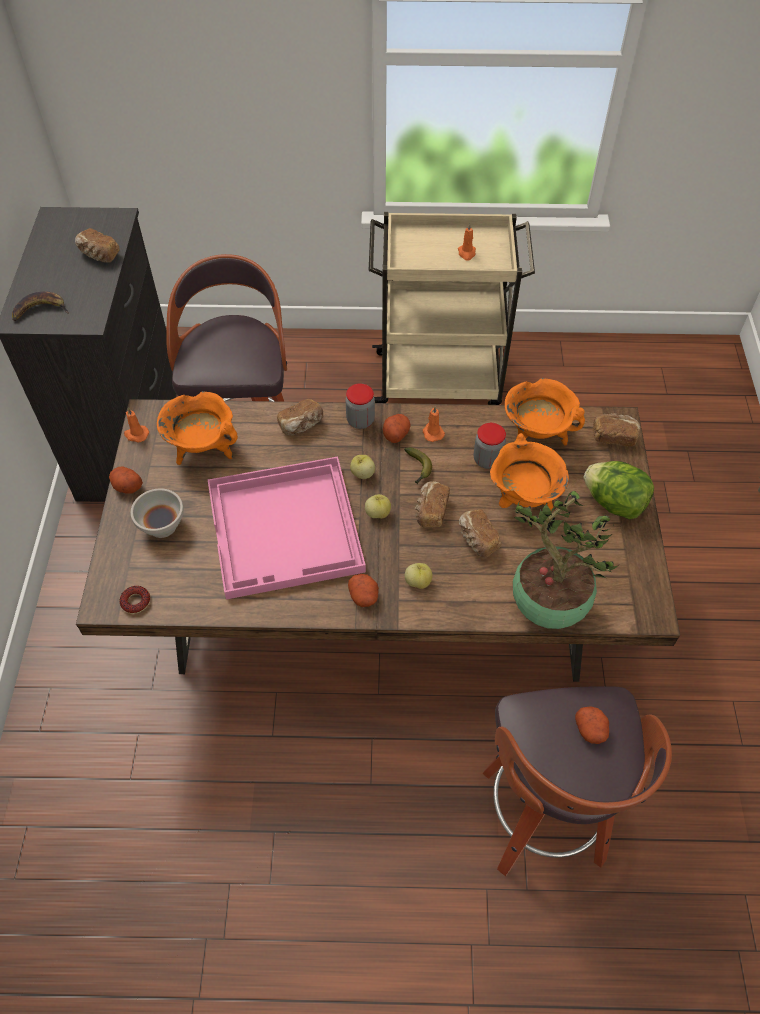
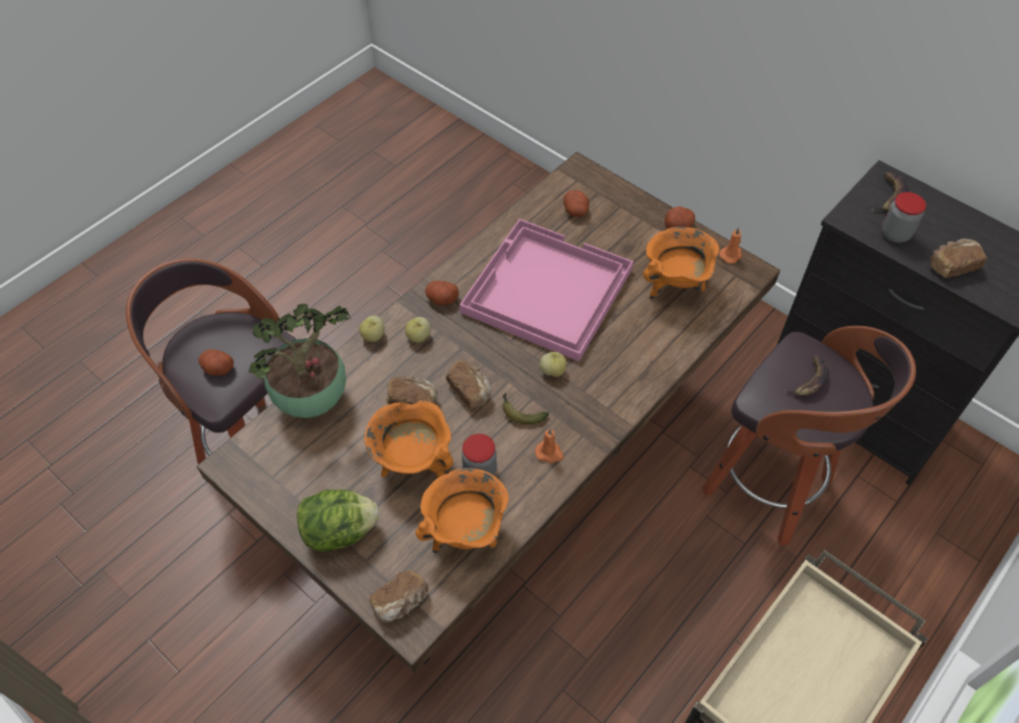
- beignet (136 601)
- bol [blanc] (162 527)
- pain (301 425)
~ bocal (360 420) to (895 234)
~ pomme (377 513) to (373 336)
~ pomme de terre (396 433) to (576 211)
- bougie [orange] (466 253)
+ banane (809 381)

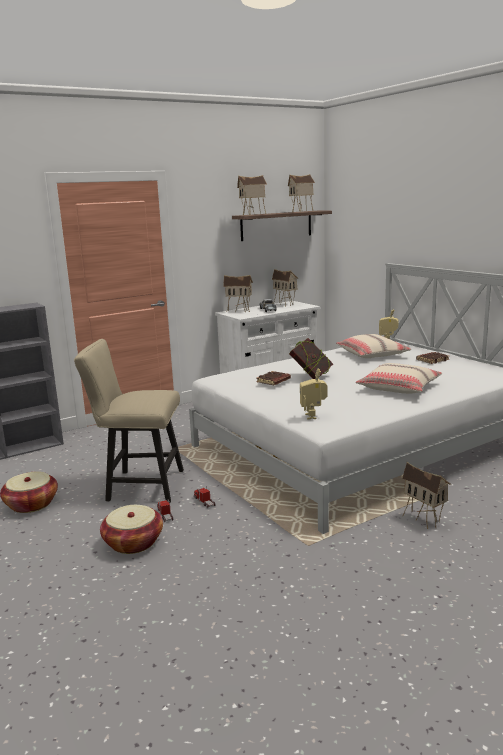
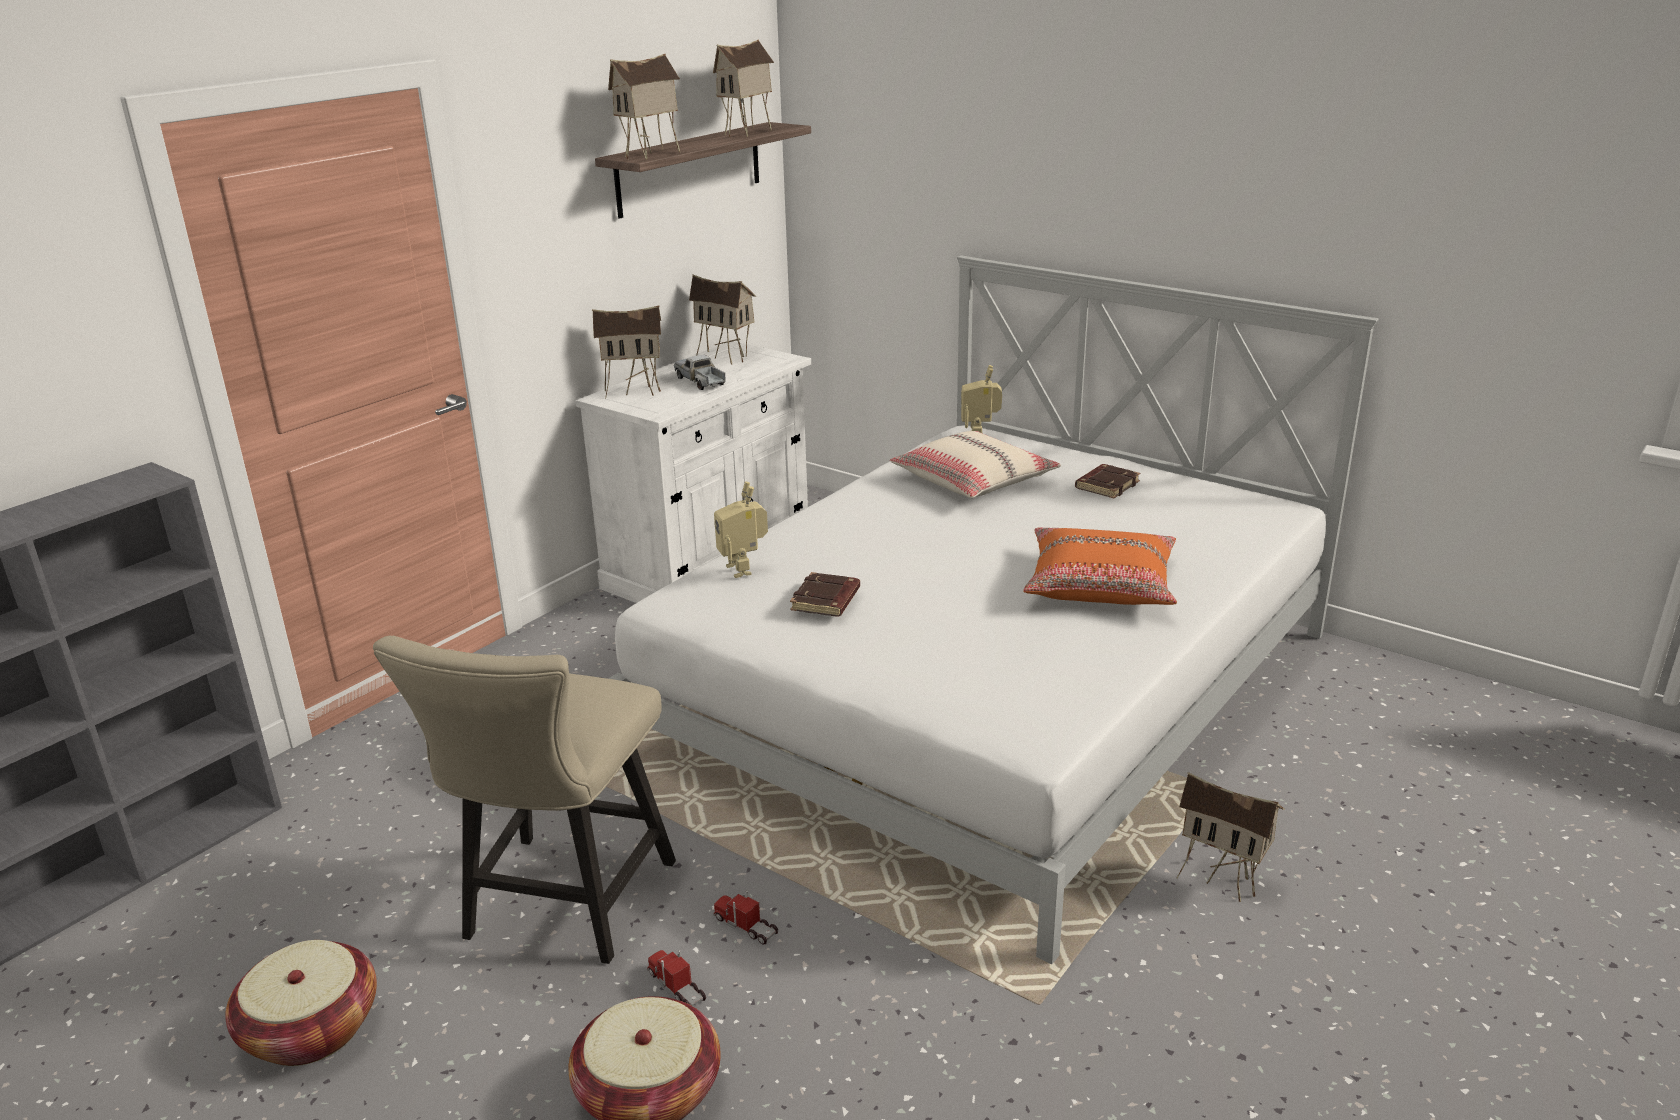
~ chaise [beige] (139 486) = (561 909) 60 degrees counterclockwise
- livre (311 376)
~ robot jouet (313 416) to (744 569)
~ coussin [beige] (399 387) to coussin [orange] (1100 584)

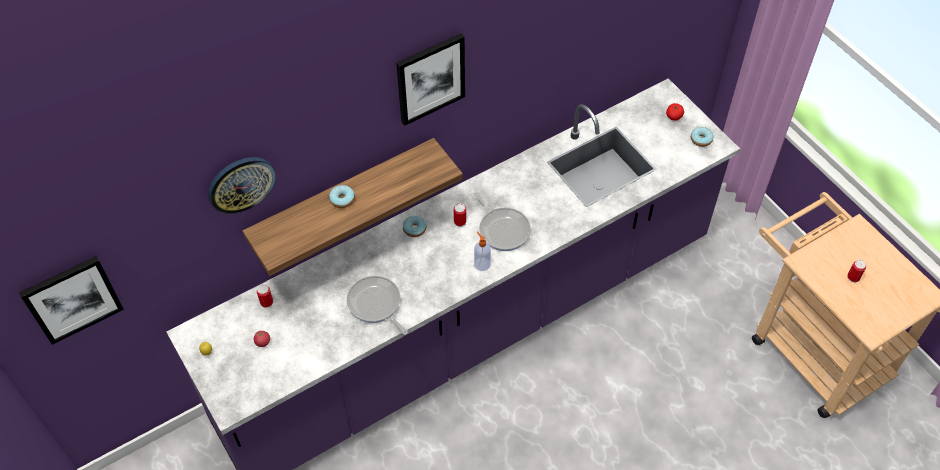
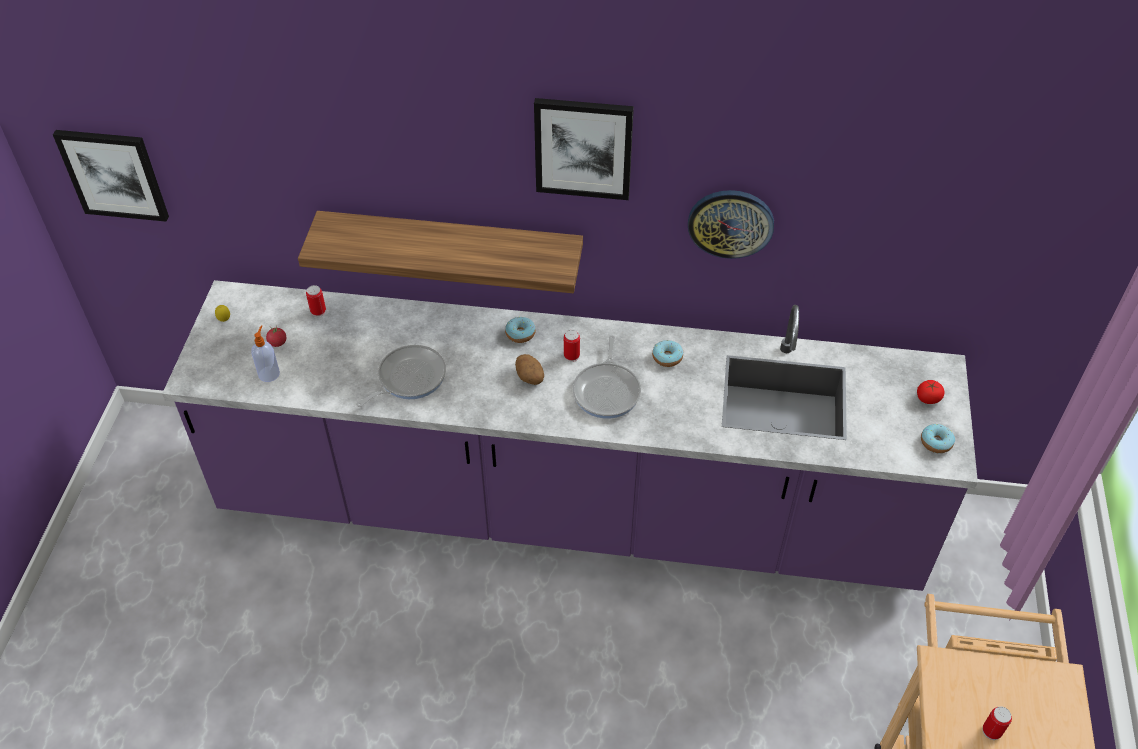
~ horloge murale (241 184) to (730 223)
~ beignet (342 199) to (667 357)
~ poêle (376 305) = (408 378) 45 degrees clockwise
~ distributeur de savon (481 264) to (269 373)
+ pomme de terre (530 378)

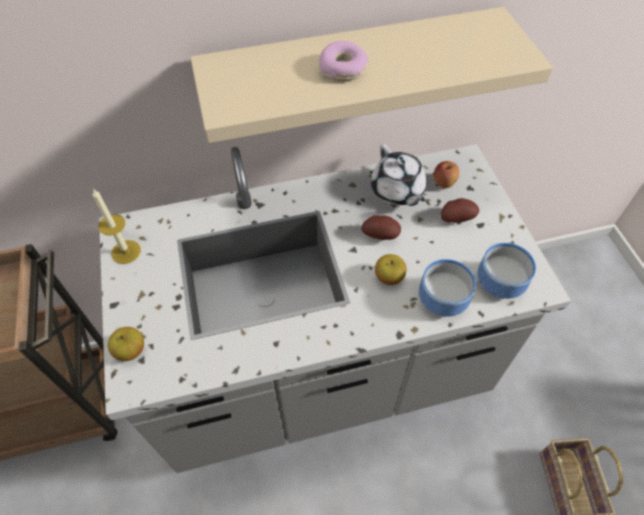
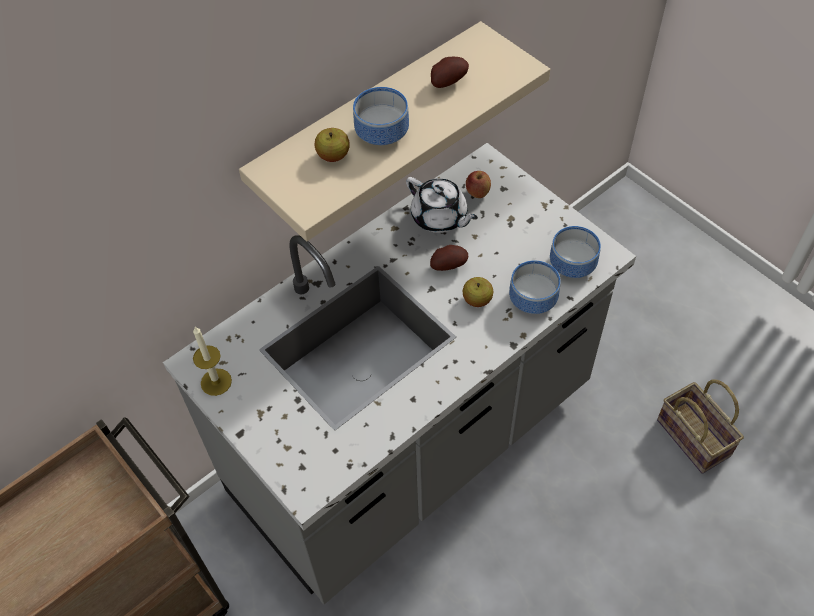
~ pomme (130 350) to (333 156)
~ beignet (343 69) to bol (383 132)
~ pomme de terre (456 218) to (447 82)

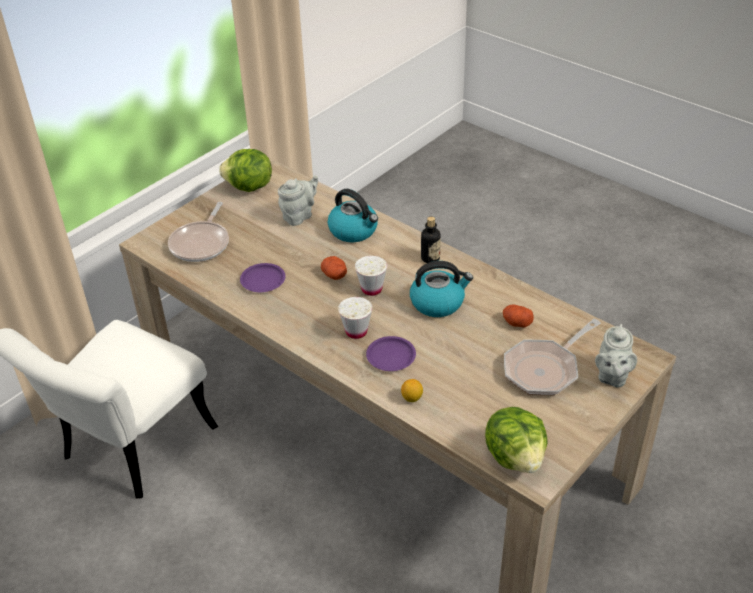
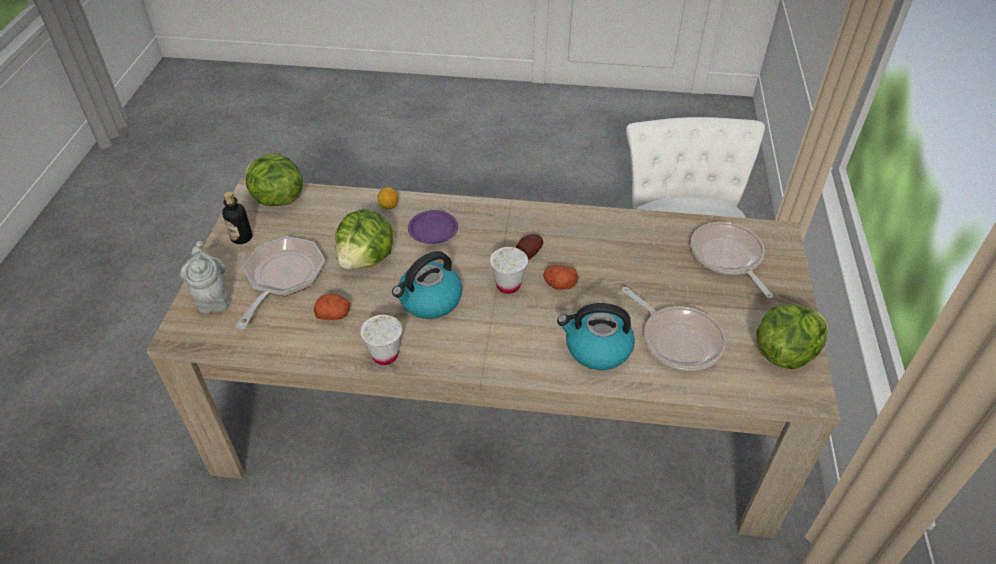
- assiette [violet] (263 280)
~ théière [gris] (299 216) to poêle (678 339)
~ tasse [blanc] (356 332) to (385 355)
~ bouteille (430 258) to (241 237)
+ laitue (367 259)
+ pomme de terre (527 254)

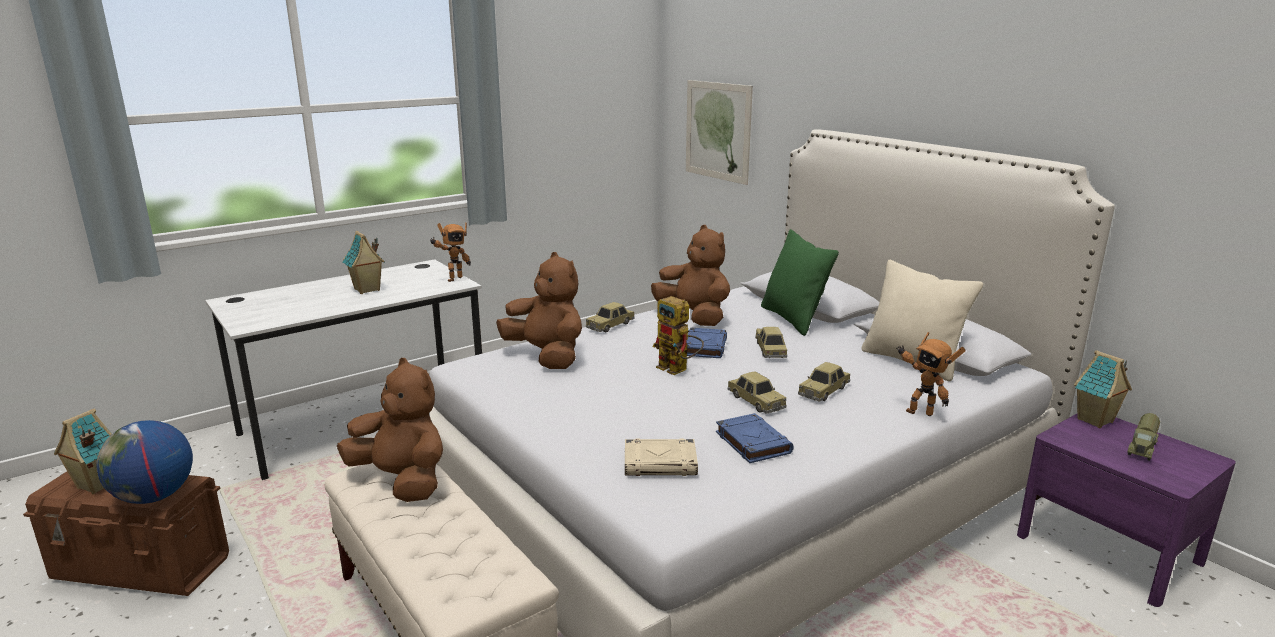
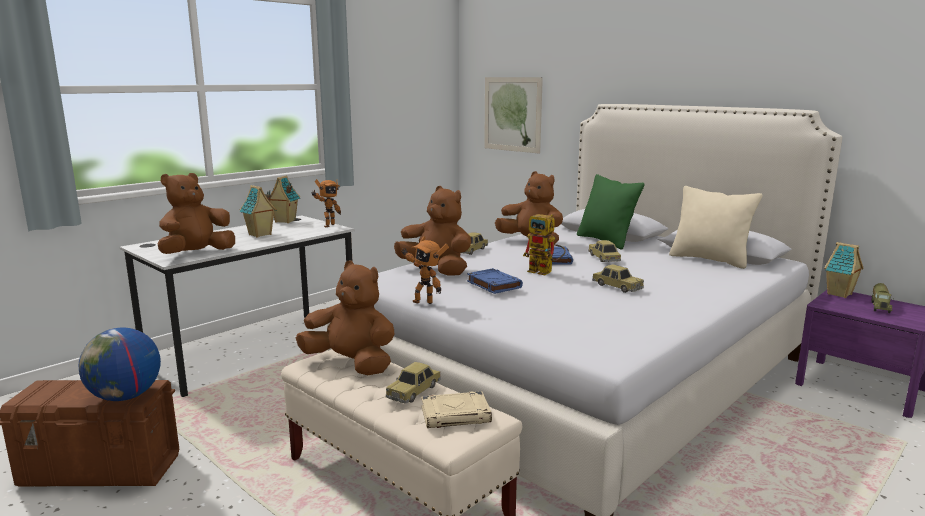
~ maison miniature (96 485) to (284 221)
~ livre [beige] (661 463) to (456 415)
~ livre [bleu] (752 442) to (493 284)
~ petite voiture (824 391) to (414 391)
~ robot jouet (919 412) to (423 301)
+ peluche [marron] (197 254)

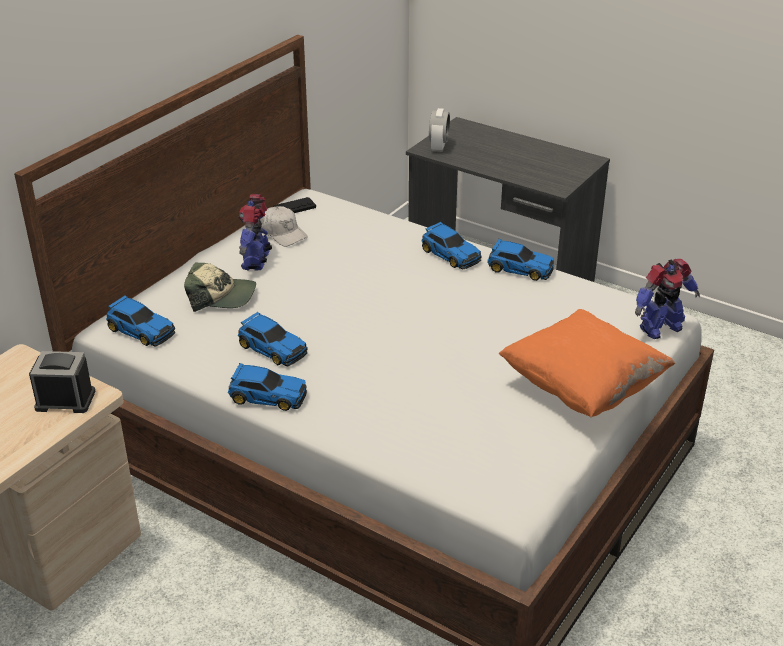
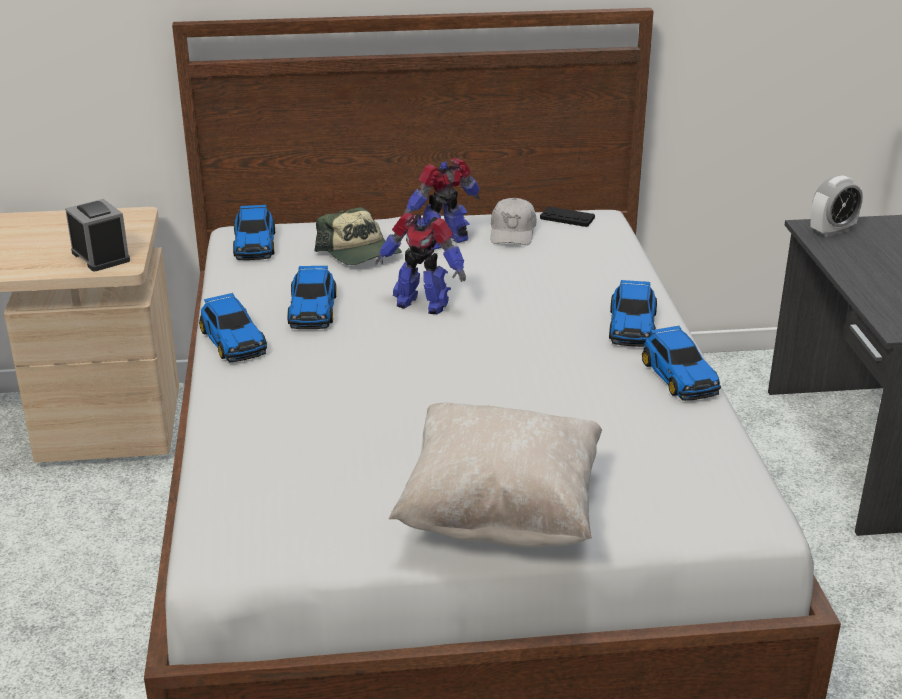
~ coussin [orange] (582 388) to coussin [beige] (501 514)
~ robot jouet (659 328) to (422 303)

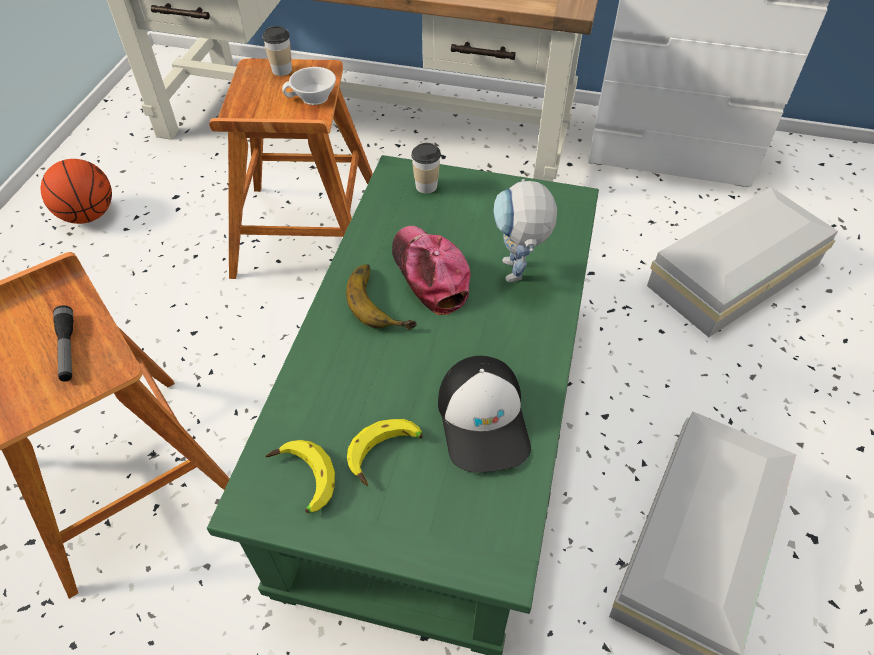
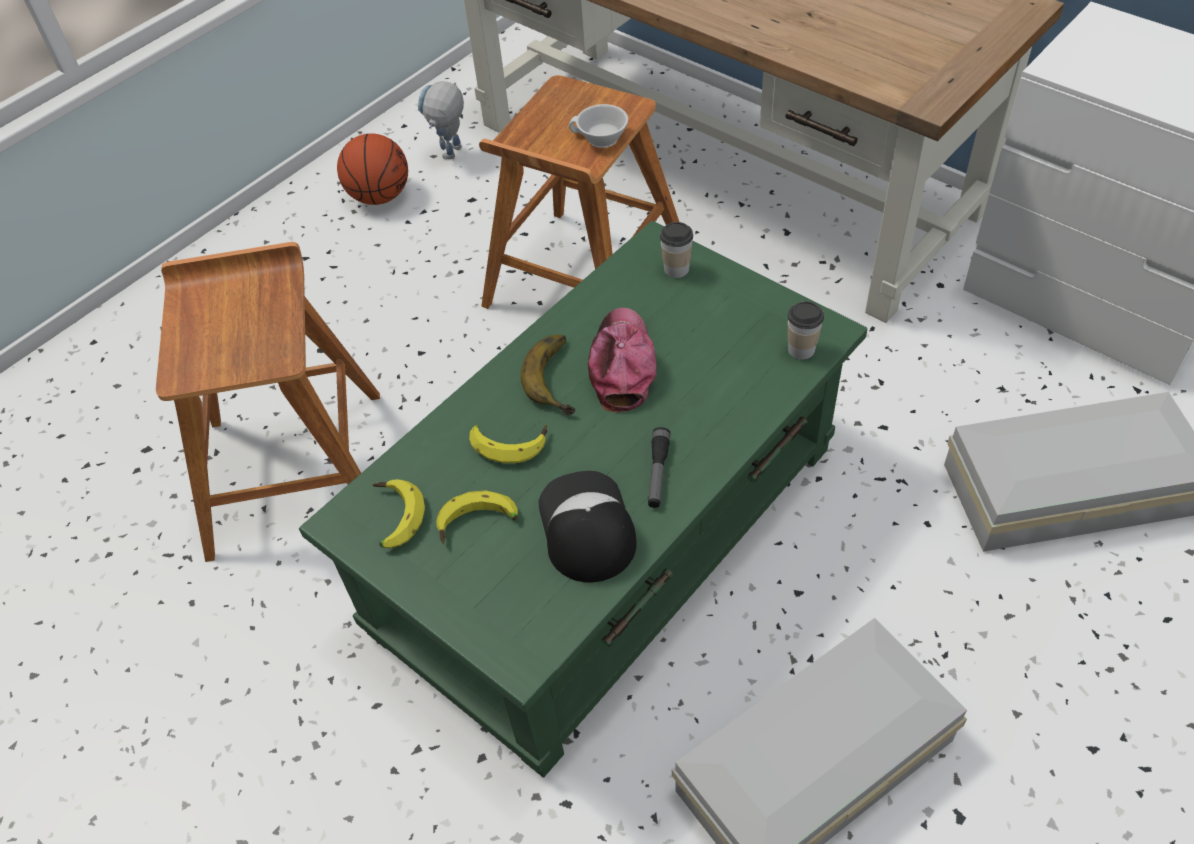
~ lampe de poche (67 348) to (658 473)
~ tasse (282 70) to (801 349)
~ casquette (484 420) = (585 527) 150 degrees clockwise
~ robot jouet (517 277) to (451 157)
+ banane (509 442)

